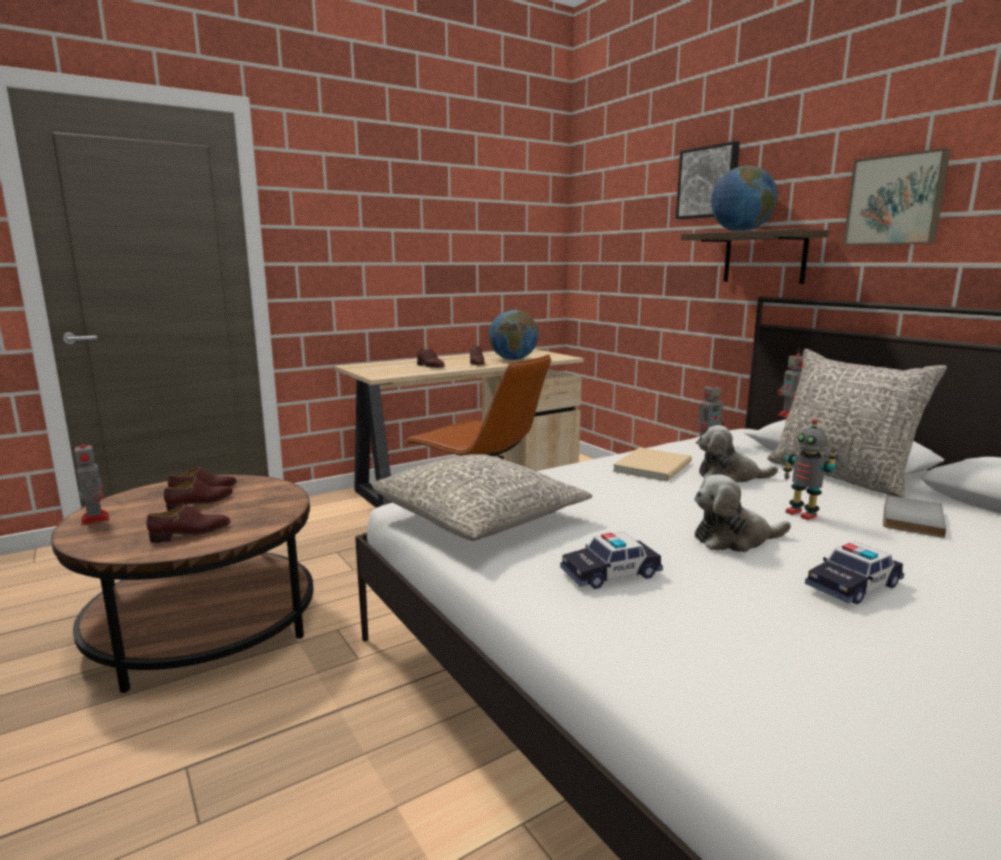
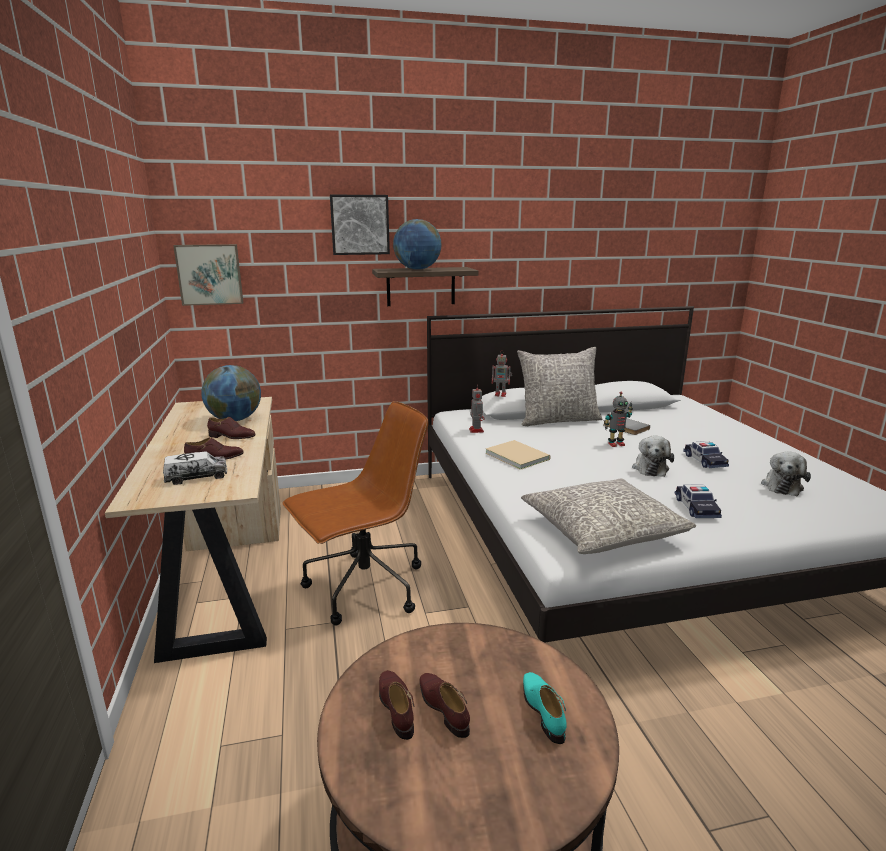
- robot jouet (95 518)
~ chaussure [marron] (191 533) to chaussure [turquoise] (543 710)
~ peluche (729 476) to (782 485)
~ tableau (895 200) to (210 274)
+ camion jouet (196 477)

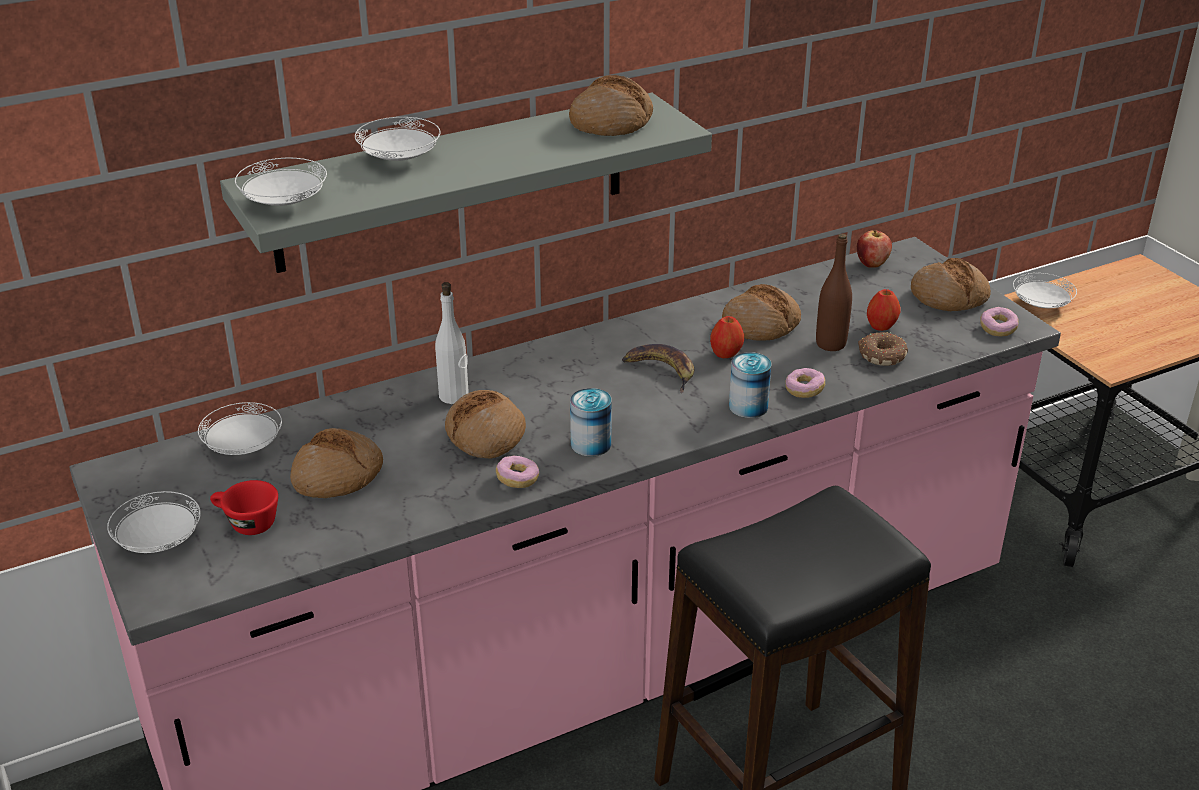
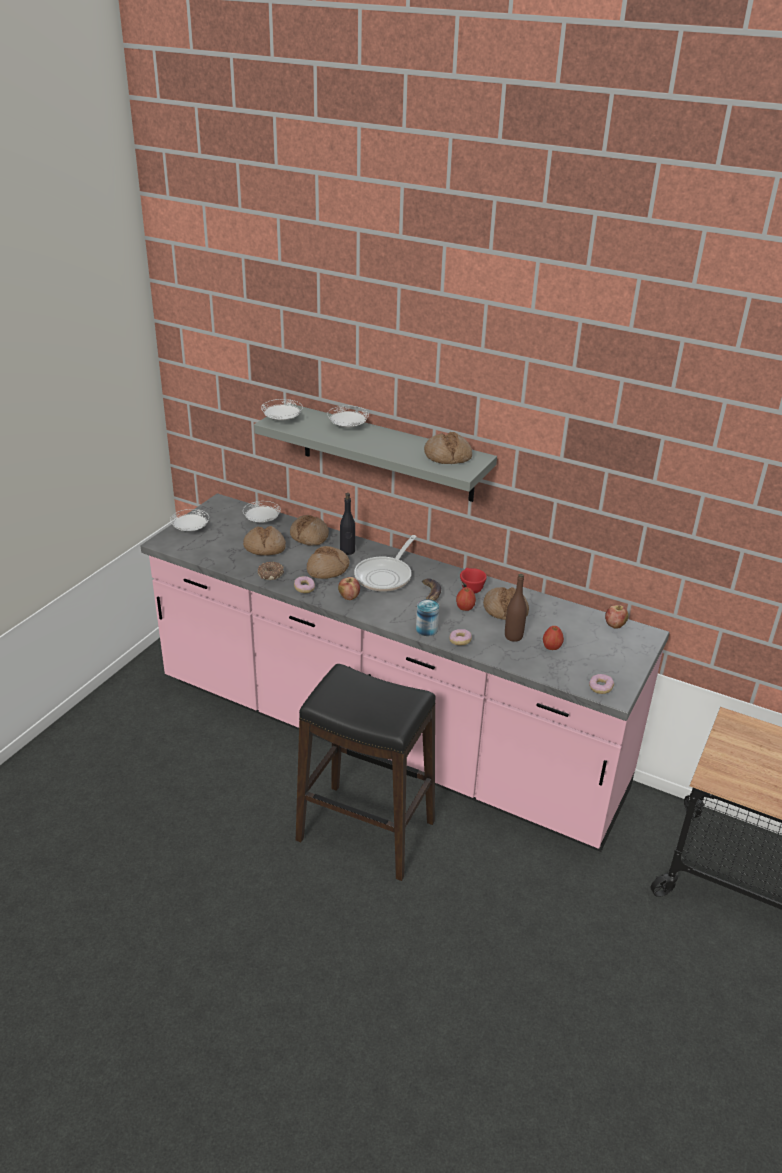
~ tasse [rouge] (246 523) to (470 587)
~ bouteille [blanc] (454 396) to bouteille [noir] (347 551)
~ boîte métallique (591 444) to pomme (349 597)
~ beignet (881 355) to (270 574)
~ pain (949 297) to (309 536)
- assiette [blanc] (1040 305)
+ poêle (385 576)

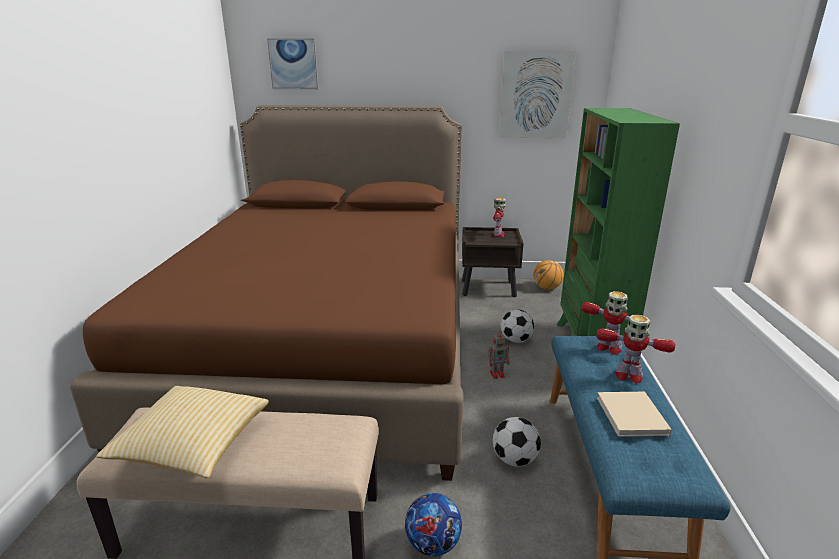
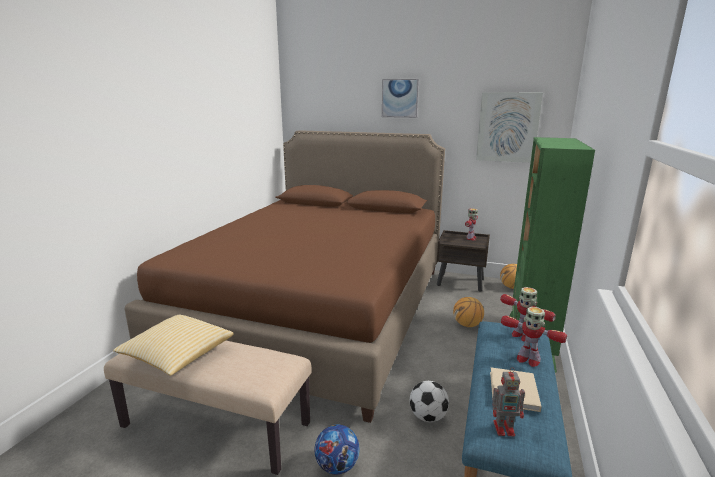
~ tableau (293 64) to (400 98)
~ robot jouet (497 374) to (505 428)
~ ballon de foot (516 340) to ballon de basket (467 325)

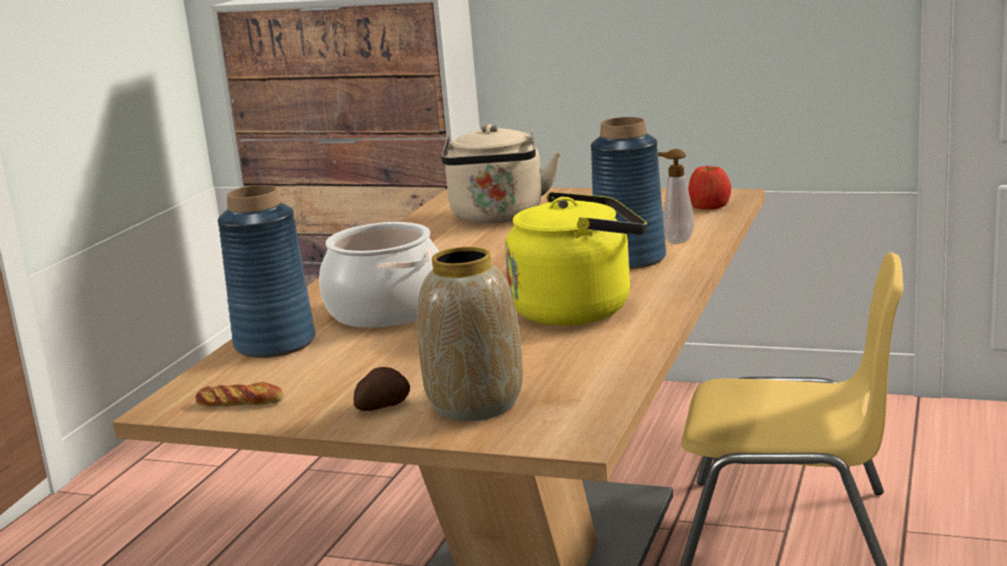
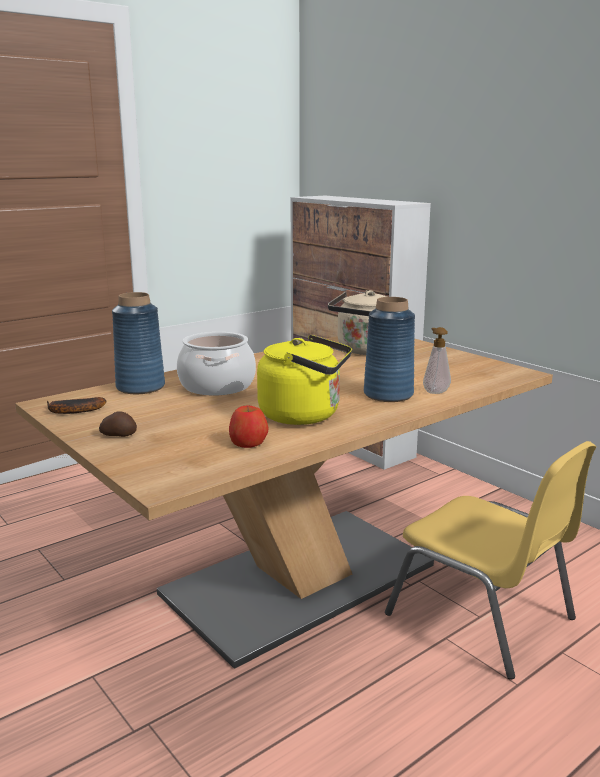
~ pain (240 402) to banane (72 411)
- vase (476 405)
~ pomme (709 206) to (248 443)

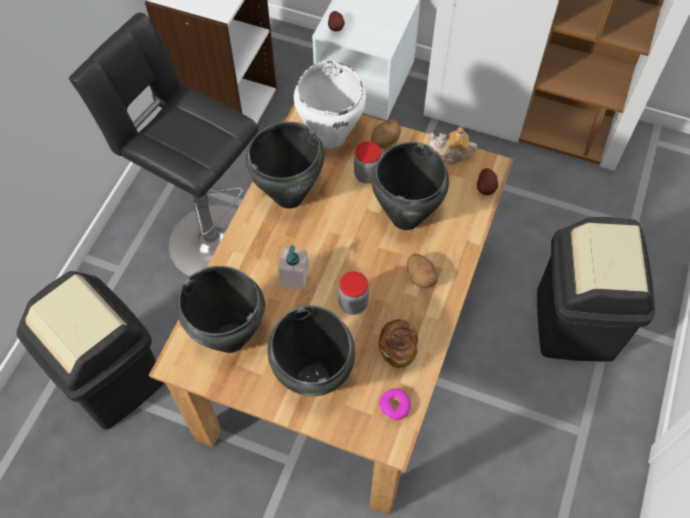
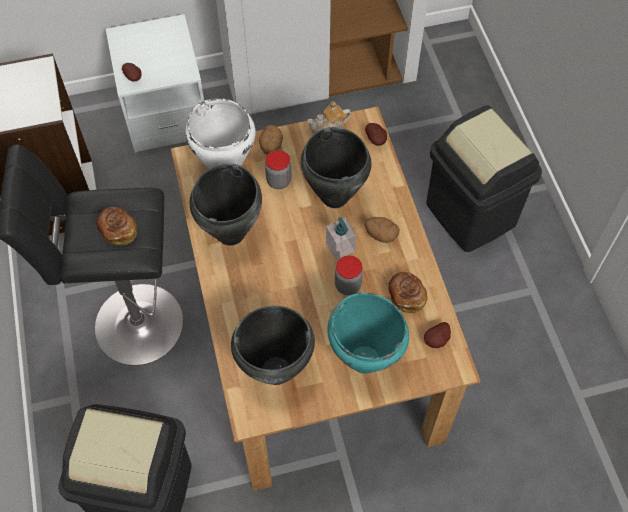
~ marmite [noir] (314 379) to marmite [turquoise] (364 359)
~ distributeur de savon (294 277) to (340 247)
~ beignet (394 406) to pomme de terre (437 340)
+ pain (118 231)

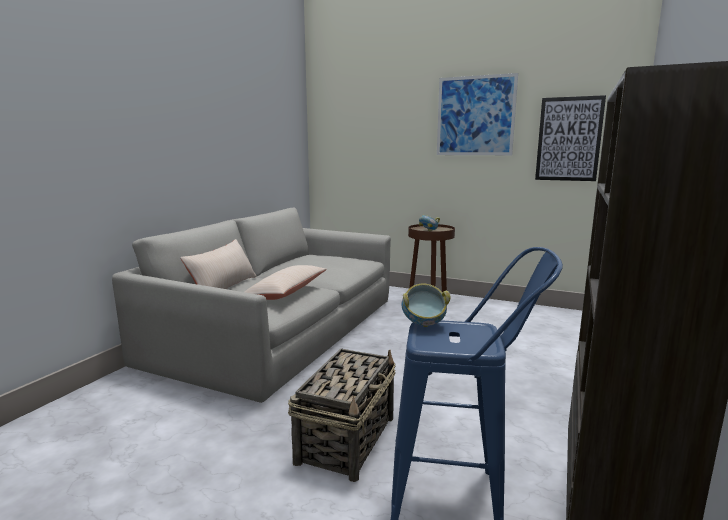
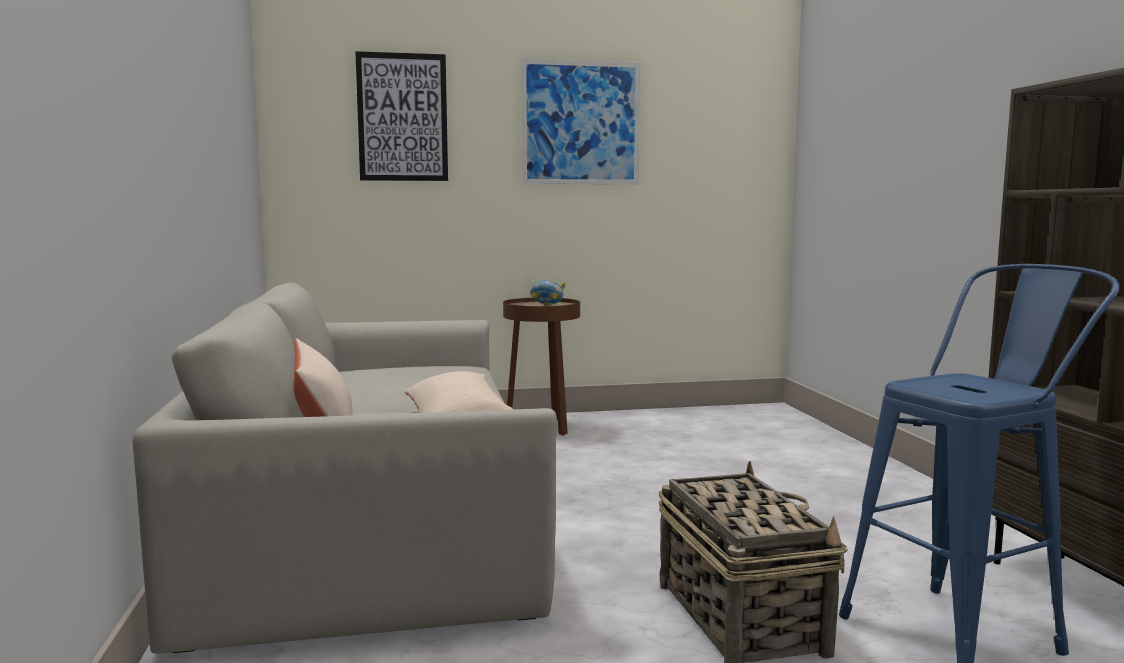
- bol (423 325)
~ tableau (569 139) to (402 117)

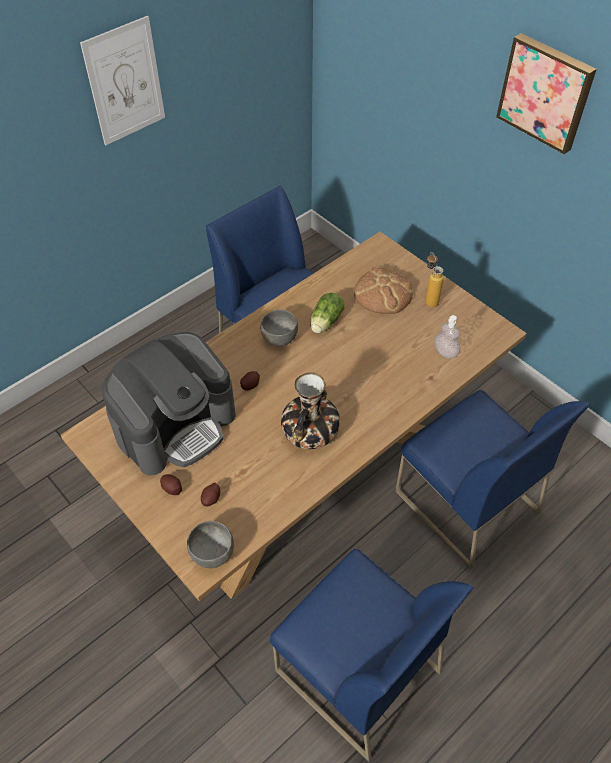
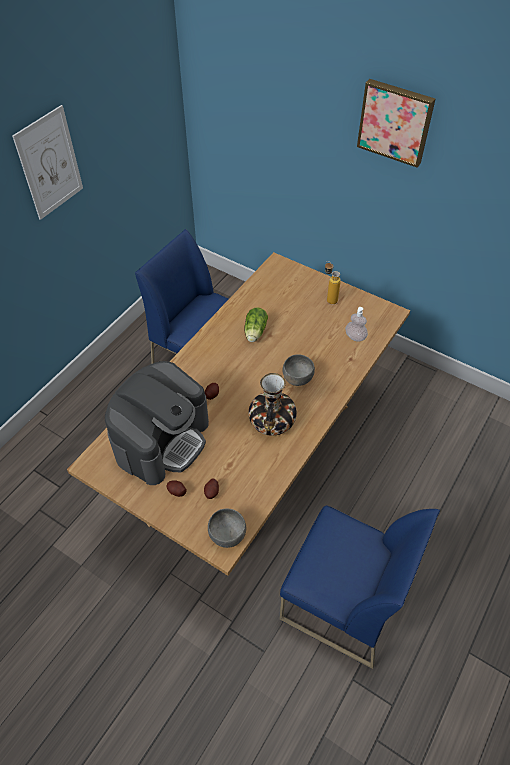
~ bol [gris] (279 337) to (297 378)
- pain (383 293)
- chaise [bleu] (465 501)

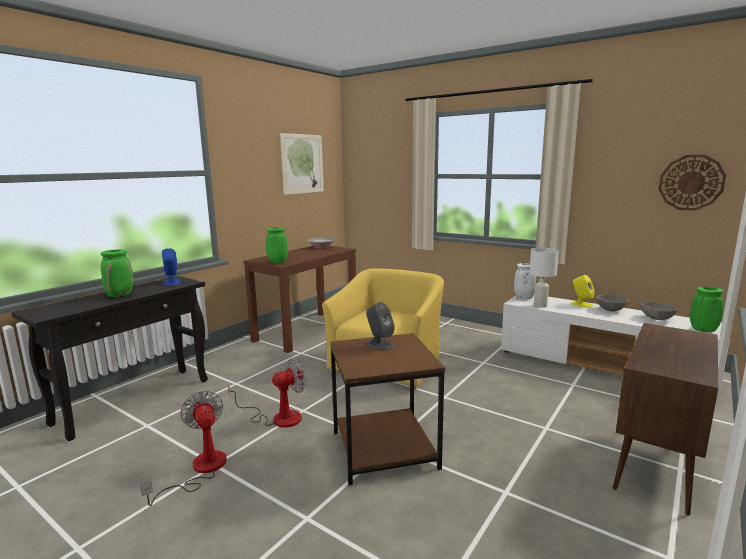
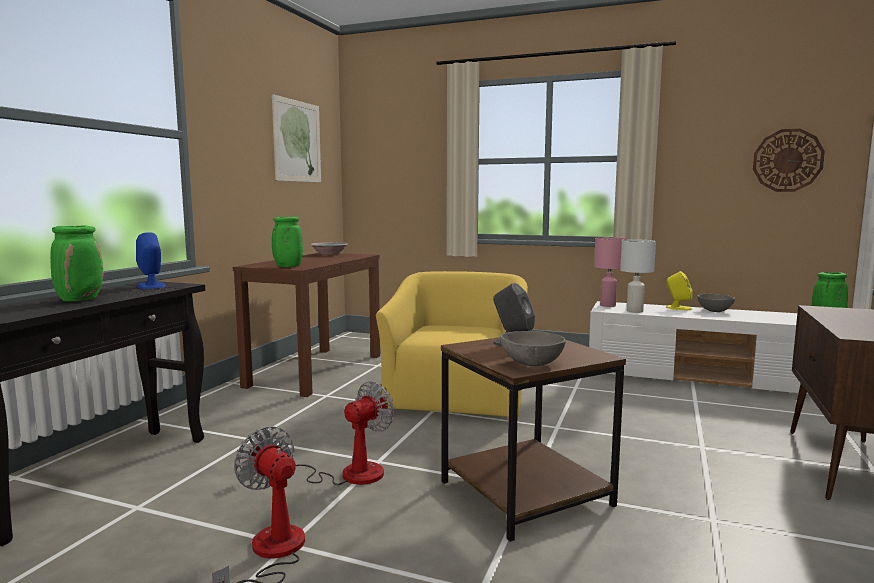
~ vase [blanc] (523 298) to lampe de table [rose] (607 305)
~ bol [gris] (657 318) to (532 364)

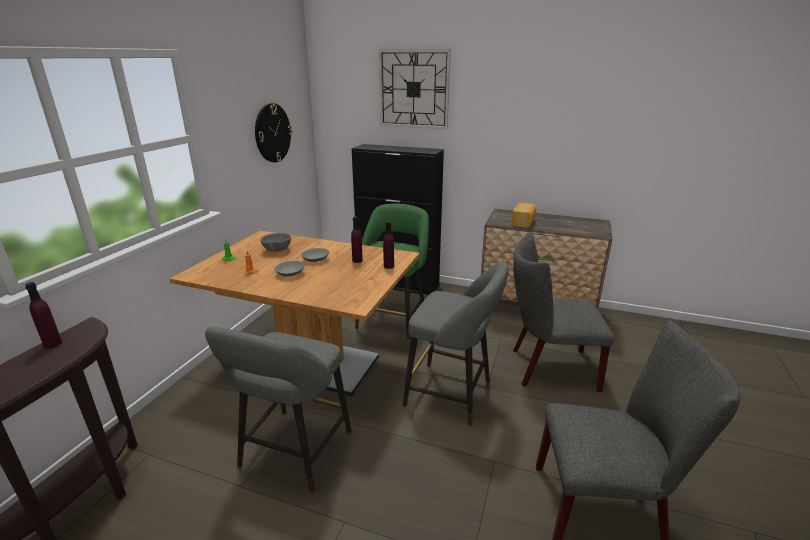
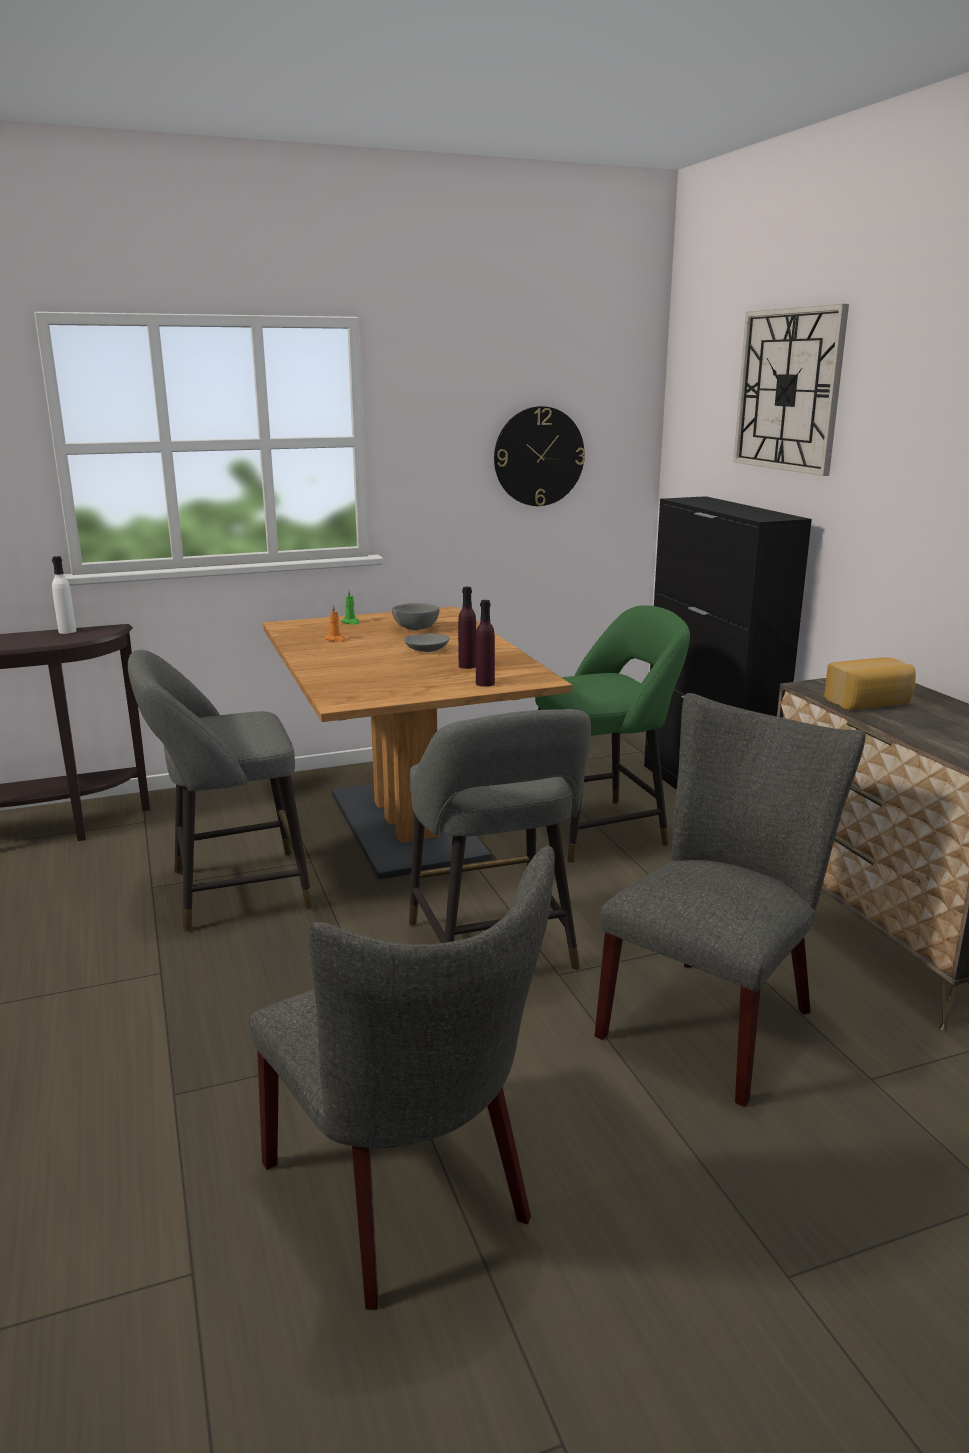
~ bouteille [violet] (53 344) to bouteille [blanc] (67 631)
- bol [gris] (290 273)
~ chaise [gris] (548 368) = (714 1017) 75 degrees clockwise

